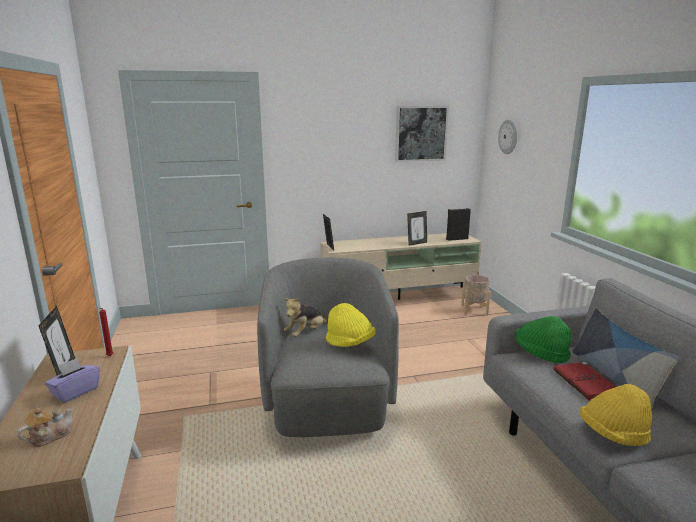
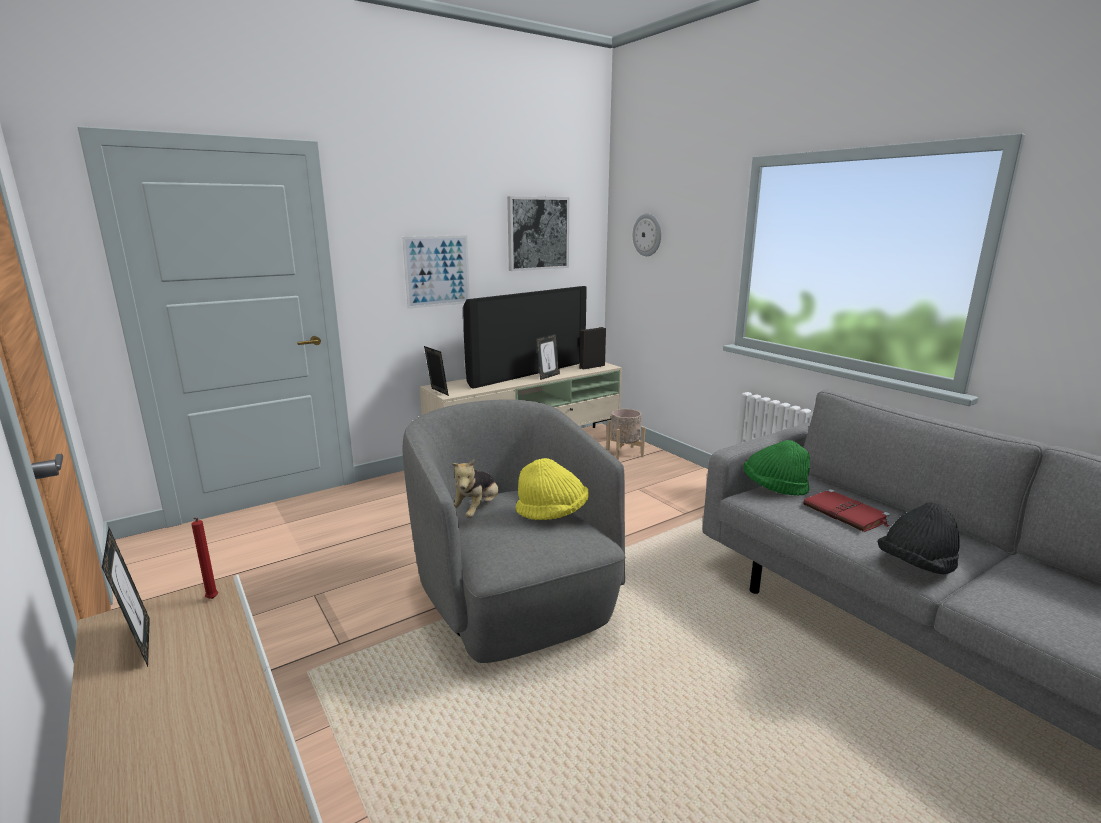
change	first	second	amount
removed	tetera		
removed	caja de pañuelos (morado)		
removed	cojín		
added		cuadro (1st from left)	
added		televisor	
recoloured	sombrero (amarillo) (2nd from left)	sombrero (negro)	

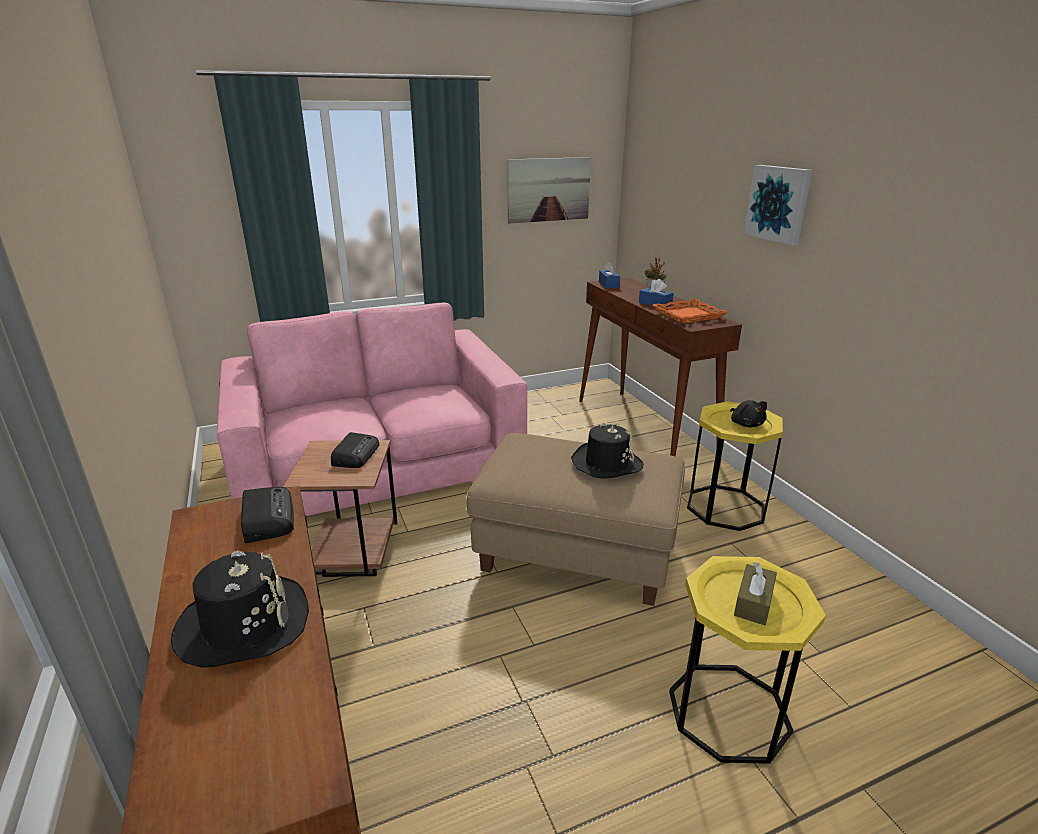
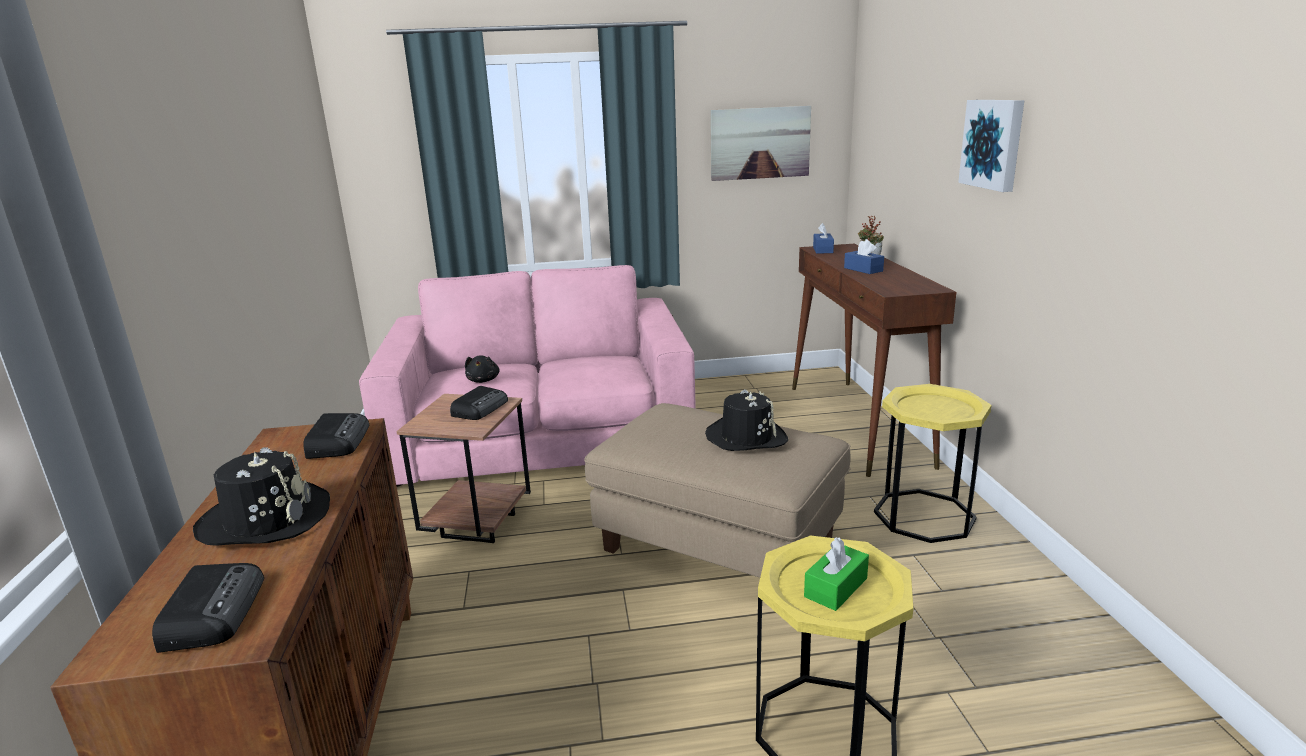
change	first	second	amount
removed	bandeja (naranja)		
added		radio (1st from left)	
moved	peluche (negro)		
recoloured	caja de pañuelos (marrón)	caja de pañuelos (verde)	

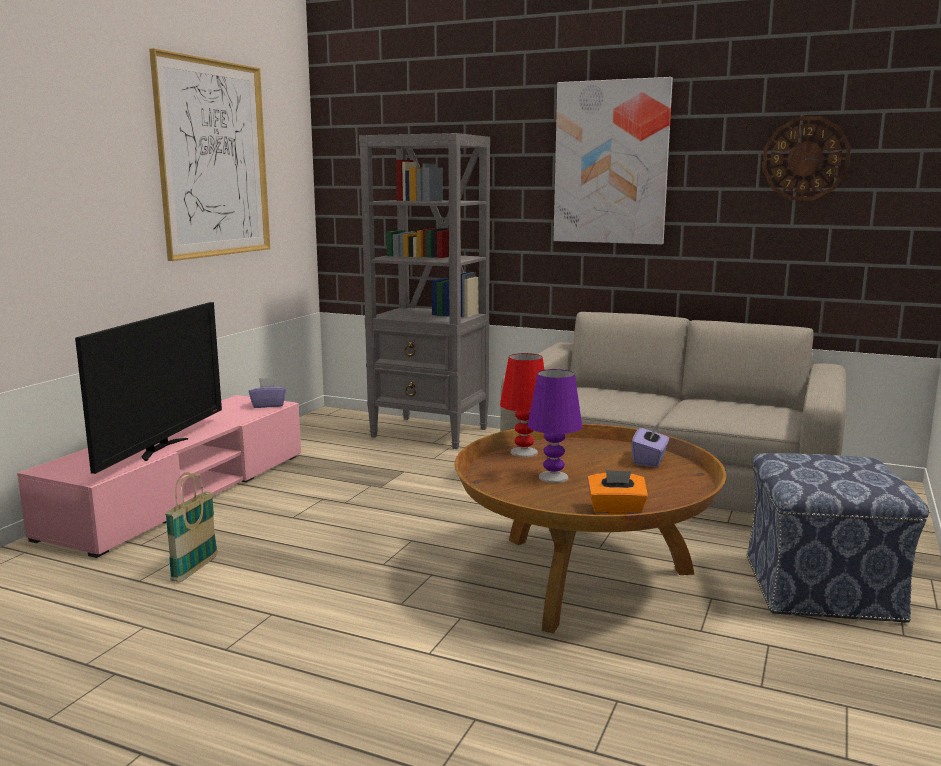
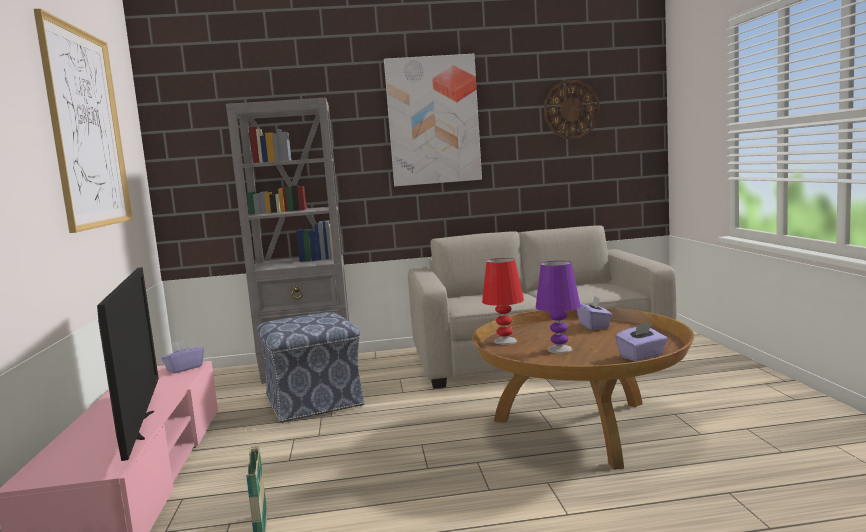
change	first	second	amount
moved	puf		
recoloured	caja de pañuelos (naranja)	caja de pañuelos (morado) (3rd from left)	

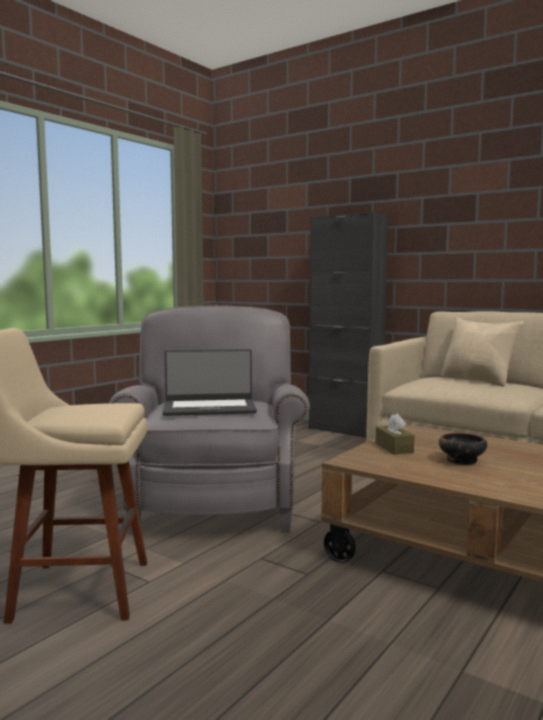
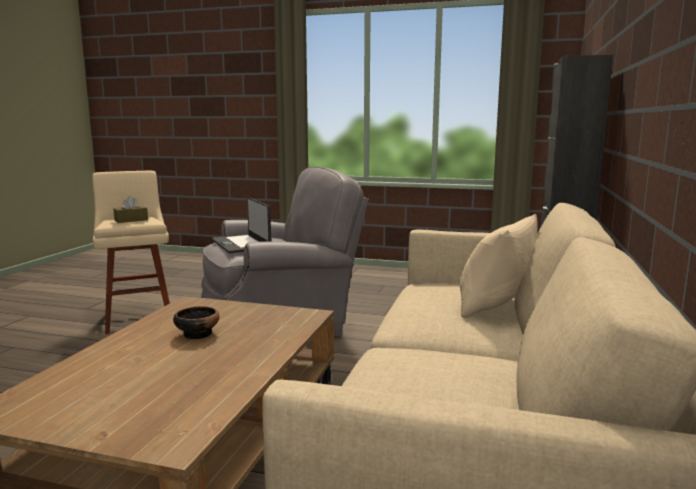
change	first	second	amount
moved	caja de pañuelos (marrón)		

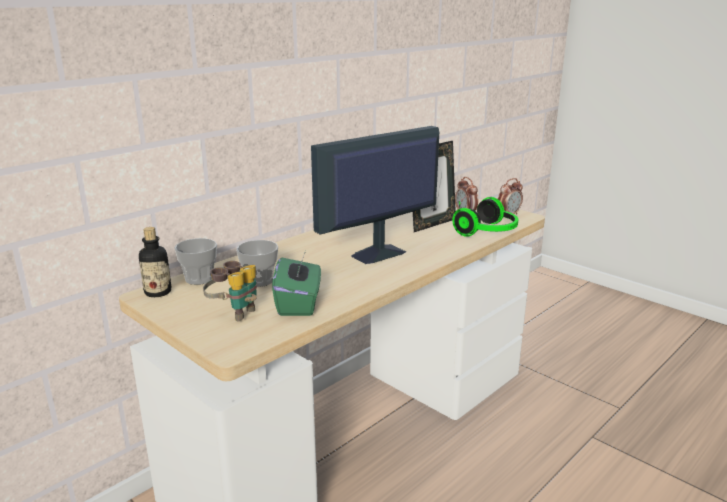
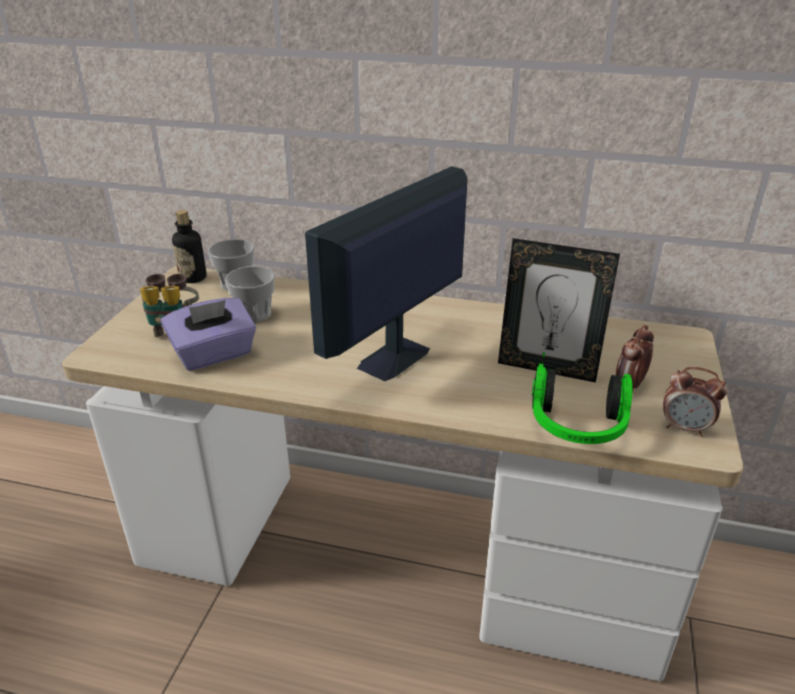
change	first	second	amount
recoloured	caja de pañuelos (verde)	caja de pañuelos (morado)	
turned	monitor		75 degrees counterclockwise

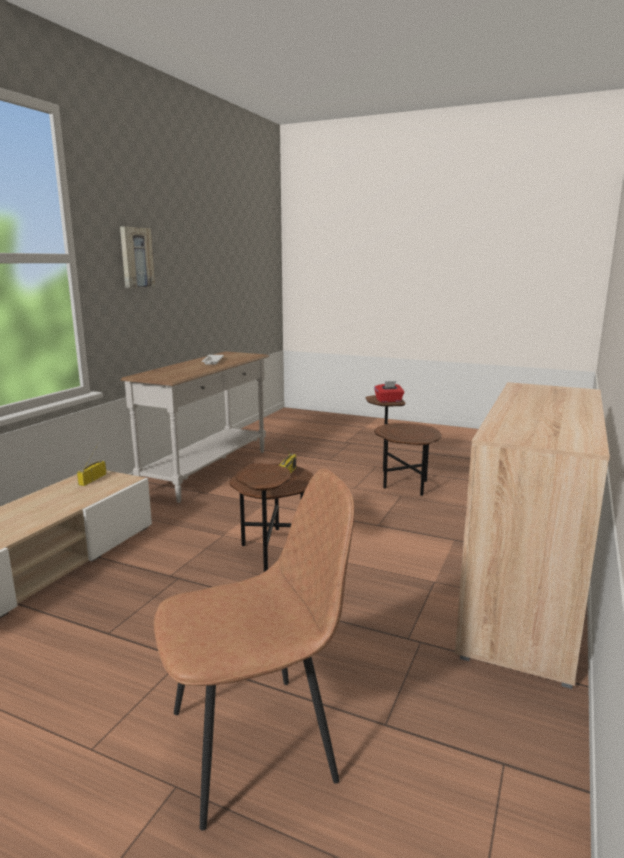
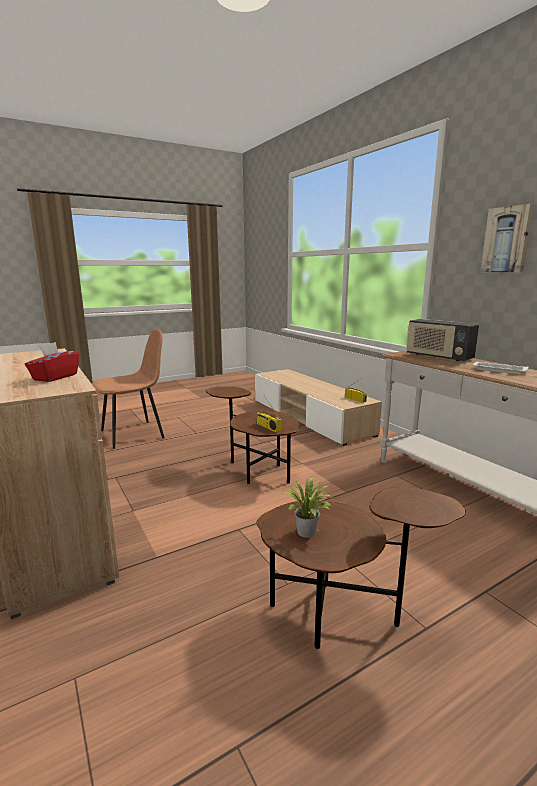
change	first	second	amount
added		planta en maceta	
added		radio (3rd from left)	
moved	caja de pañuelos (rojo)		
turned	silla (marrón)		135 degrees counterclockwise

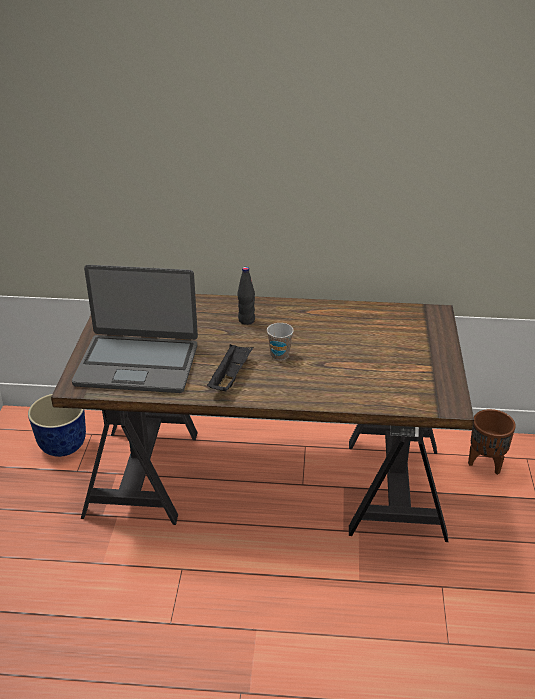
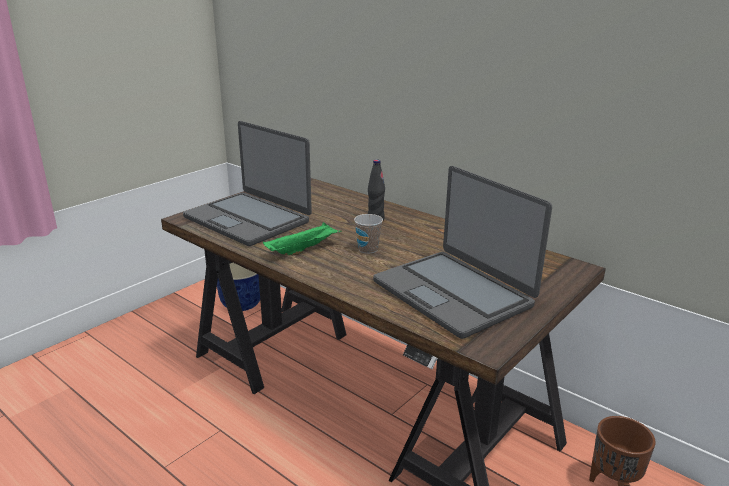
change	first	second	amount
added		portátil (2nd from left)	
recoloured	bandeja (negro)	bandeja (verde)	

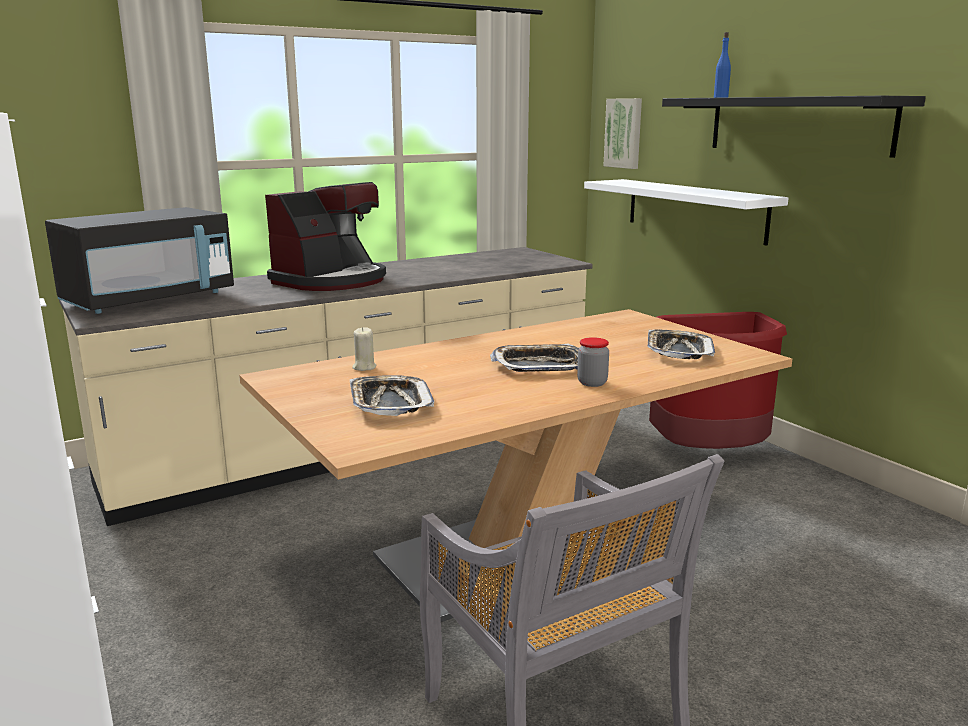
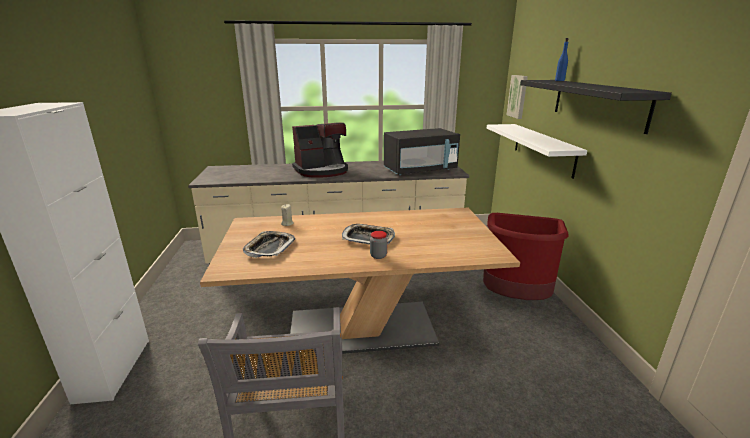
change	first	second	amount
removed	bandeja (3rd from left)		
moved	microondas (negro)		

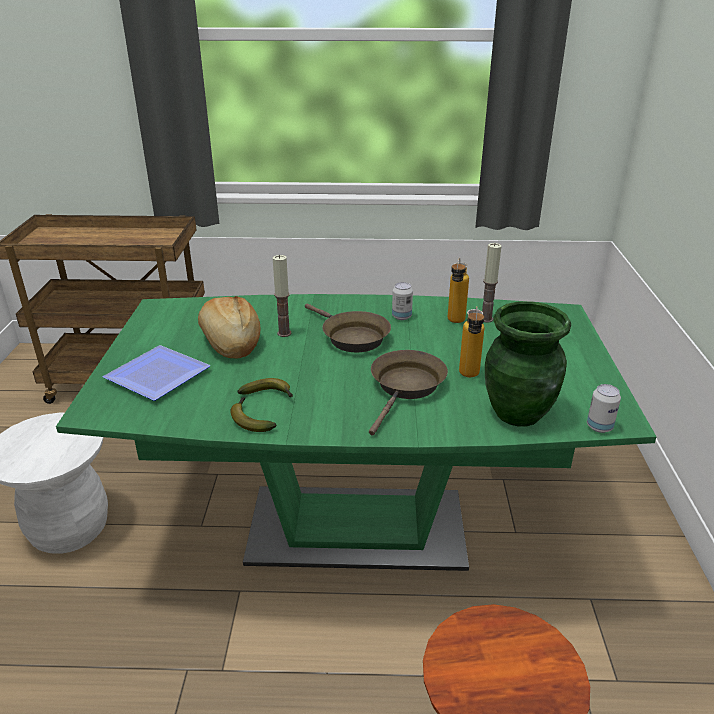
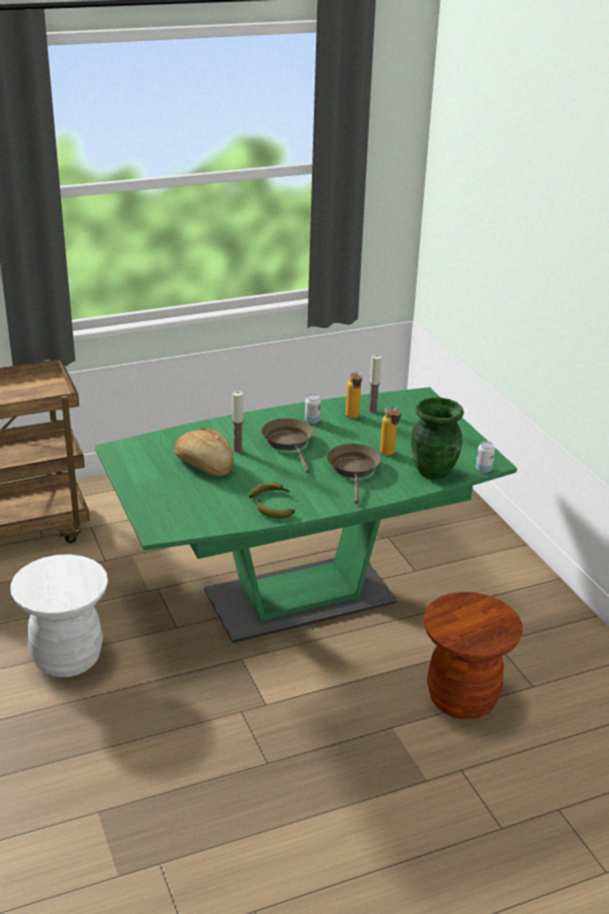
change	first	second	amount
removed	plato		
turned	sartén (marrón) (1st from left)		135 degrees counterclockwise

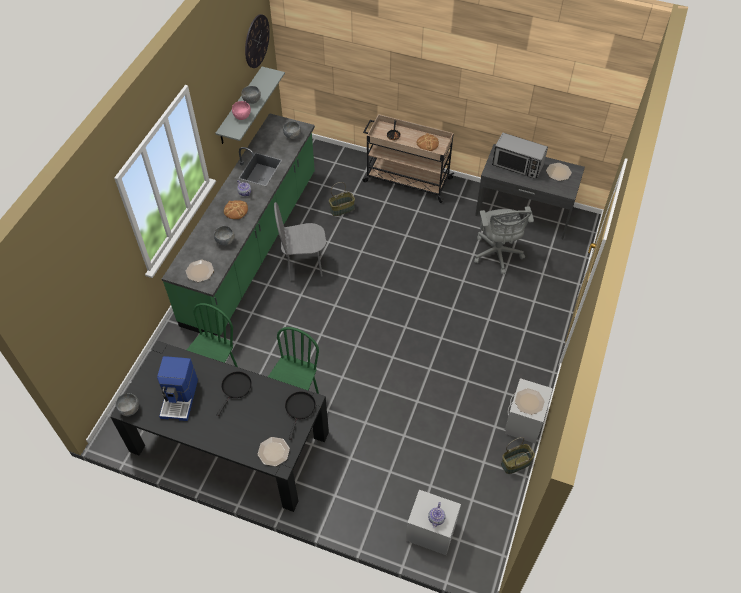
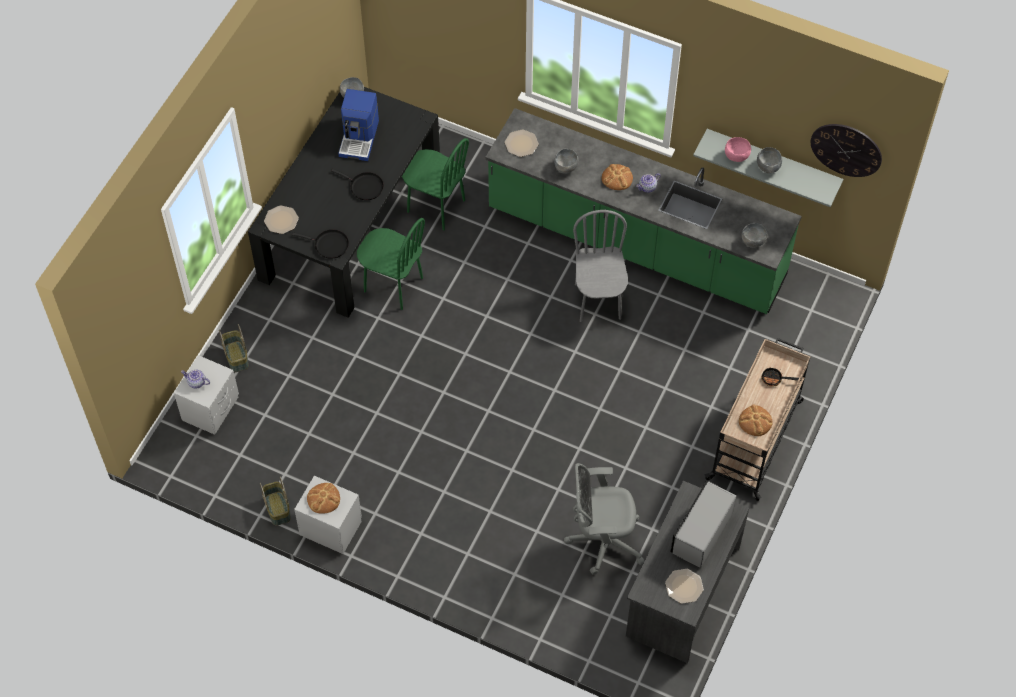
change	first	second	amount
moved	cesta (1st from left)		
replaced	plato (3rd from left)	pan (1st from left)	
turned	cafetera		90 degrees counterclockwise

